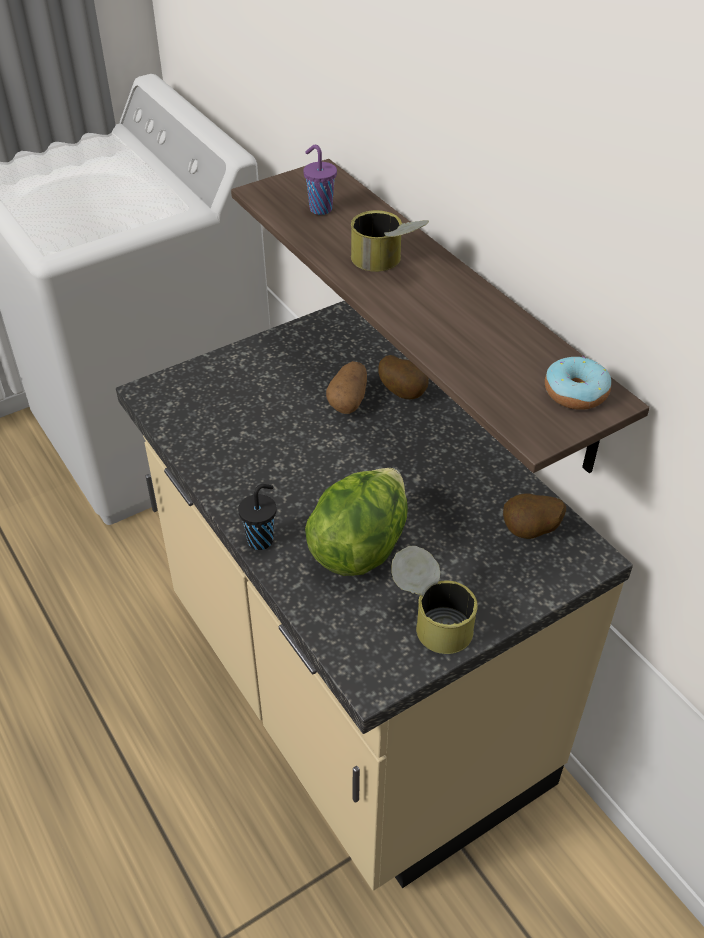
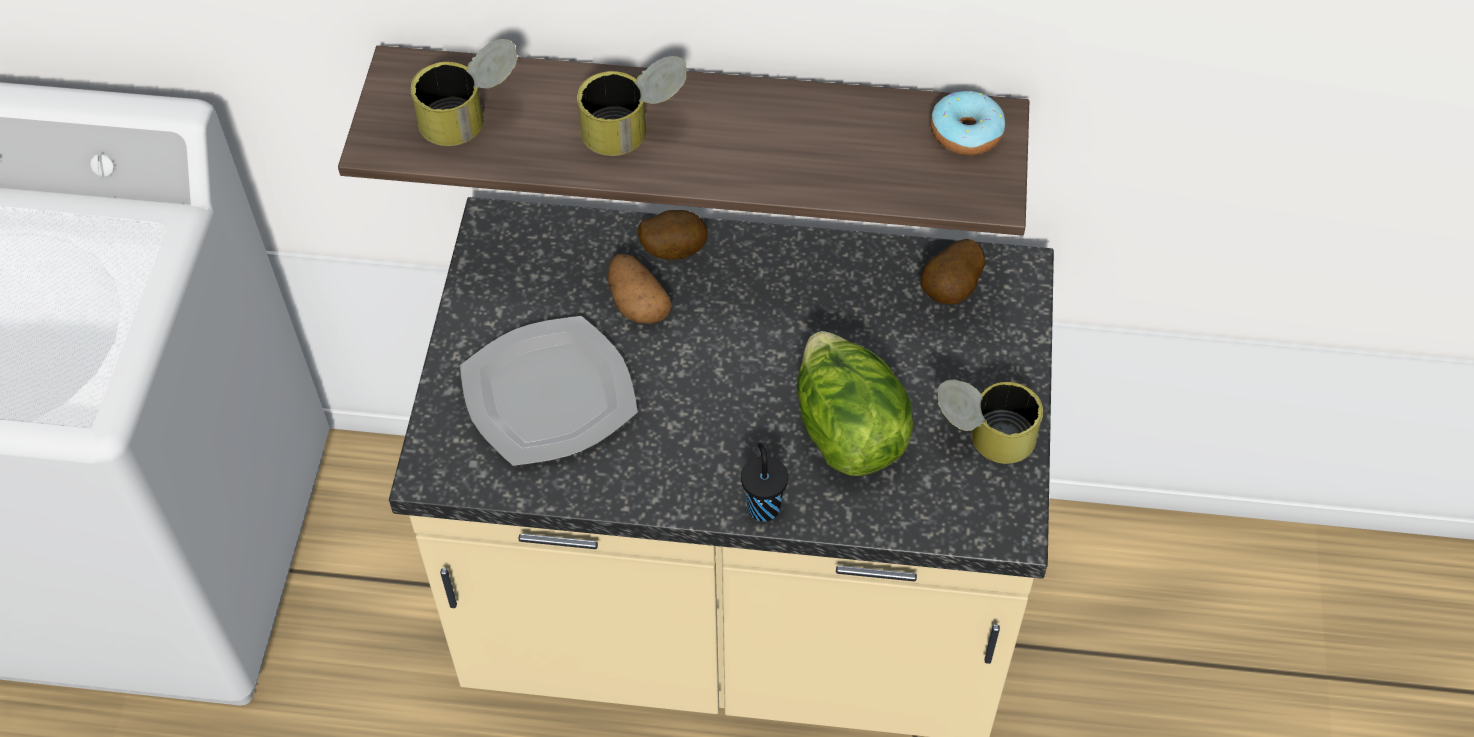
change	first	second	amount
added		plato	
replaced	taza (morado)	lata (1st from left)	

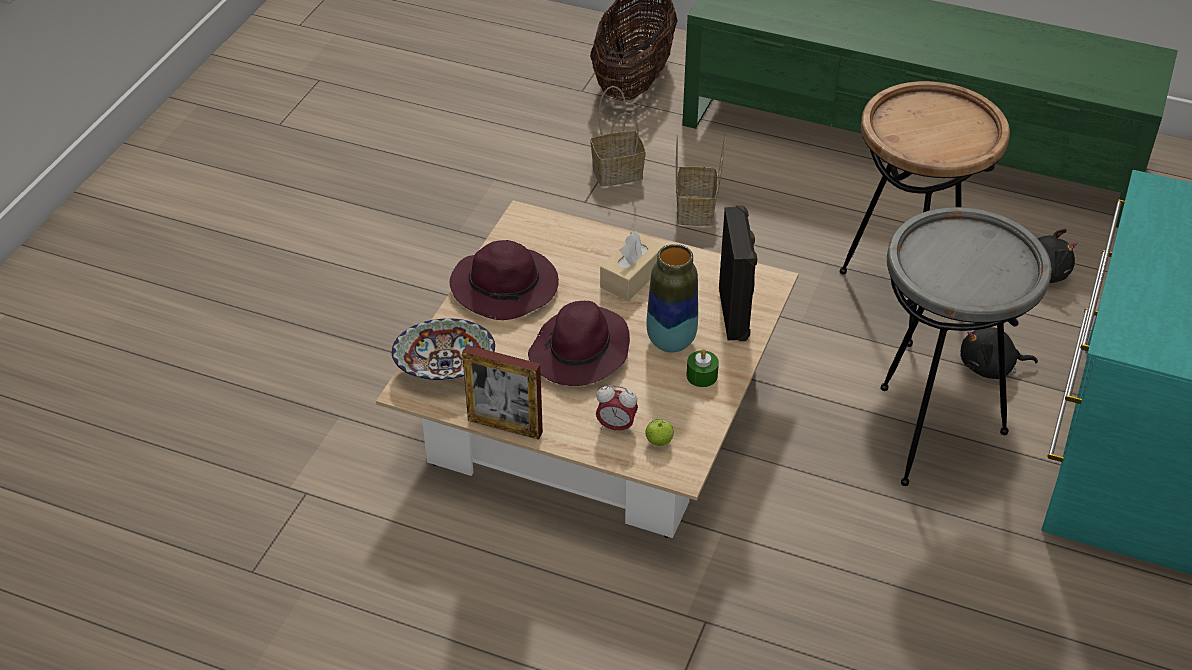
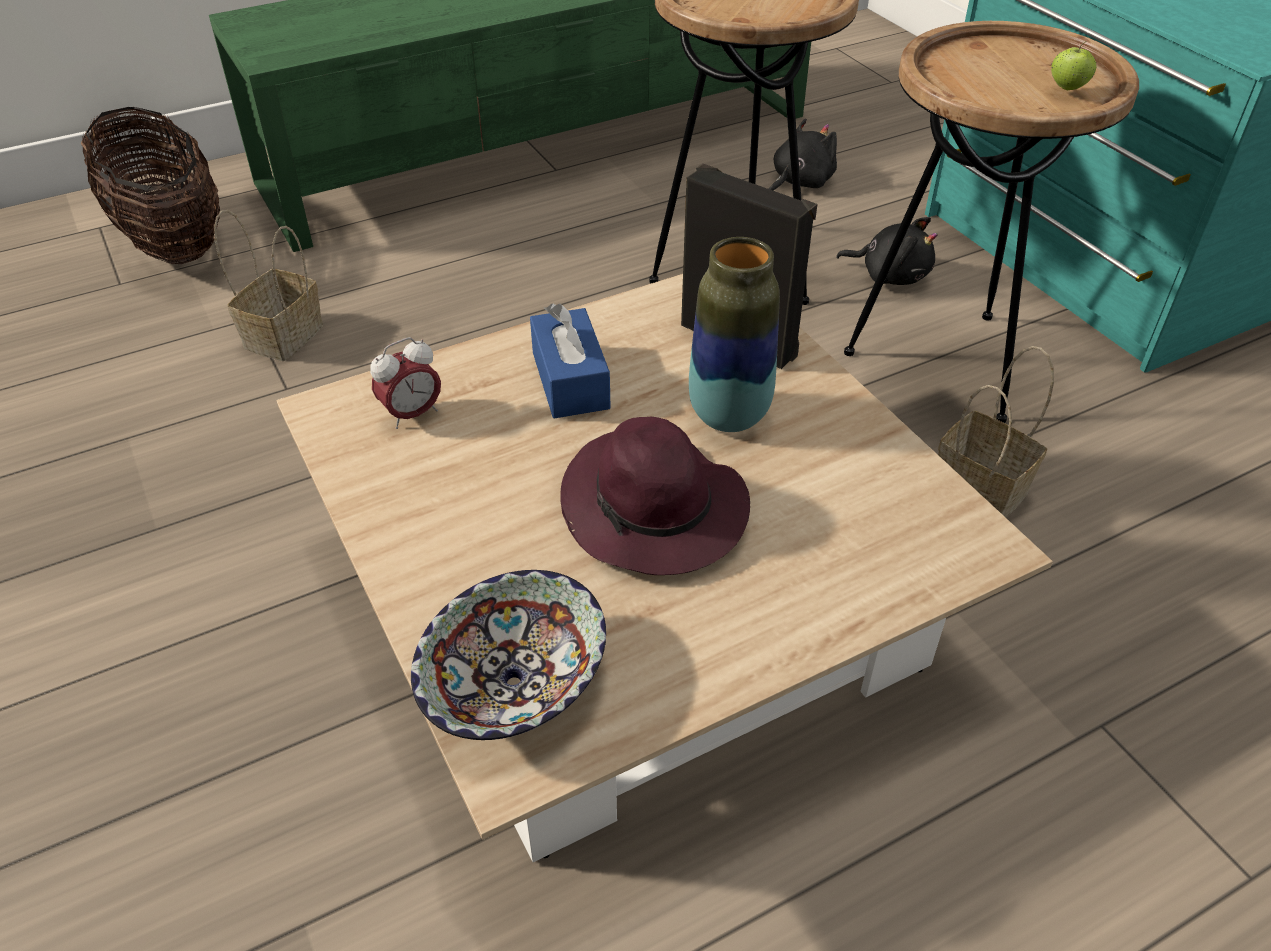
change	first	second	amount
removed	sombrero (morado) (1st from left)		
removed	portarretratos		
removed	vela (verde)		
moved	despertador		
moved	manzana		
moved	cesta (3rd from left)		
recoloured	caja de pañuelos (beis)	caja de pañuelos (azul)	
recoloured	mesa auxiliar (gris)	mesa auxiliar (marrón) (2nd from left)	
turned	peluche (negro) (1st from left in the first image)	peluche (negro) (2nd from left)	105 degrees counterclockwise

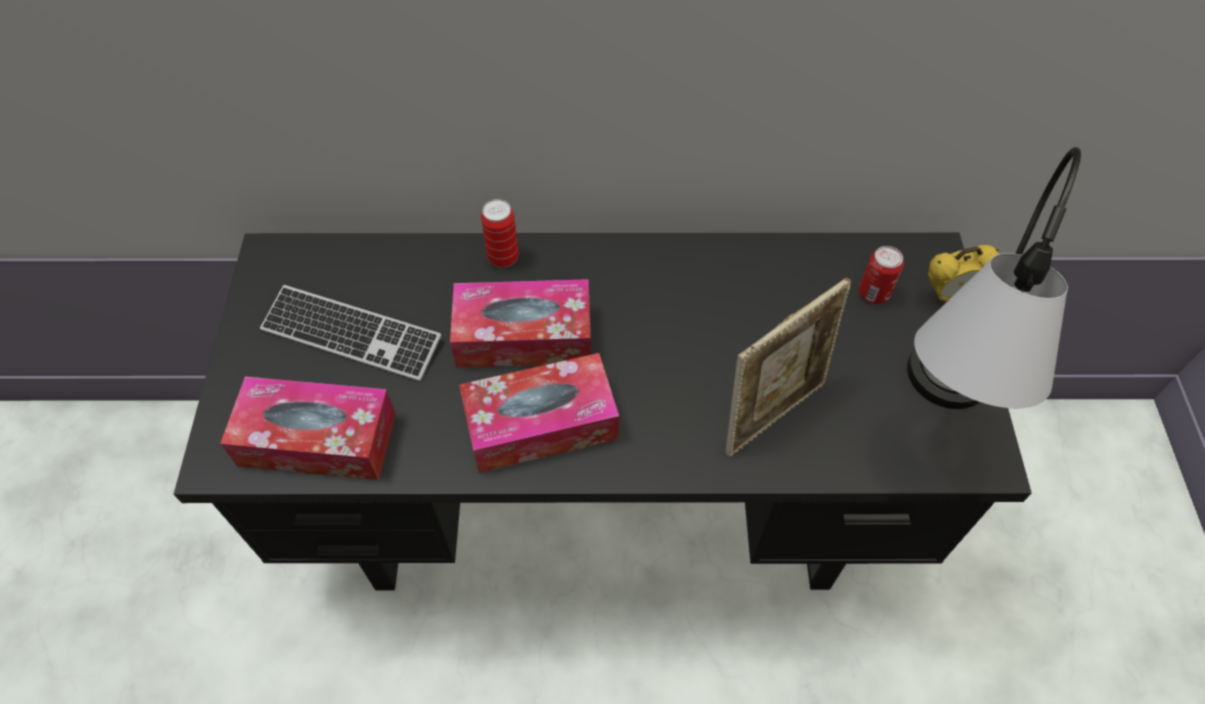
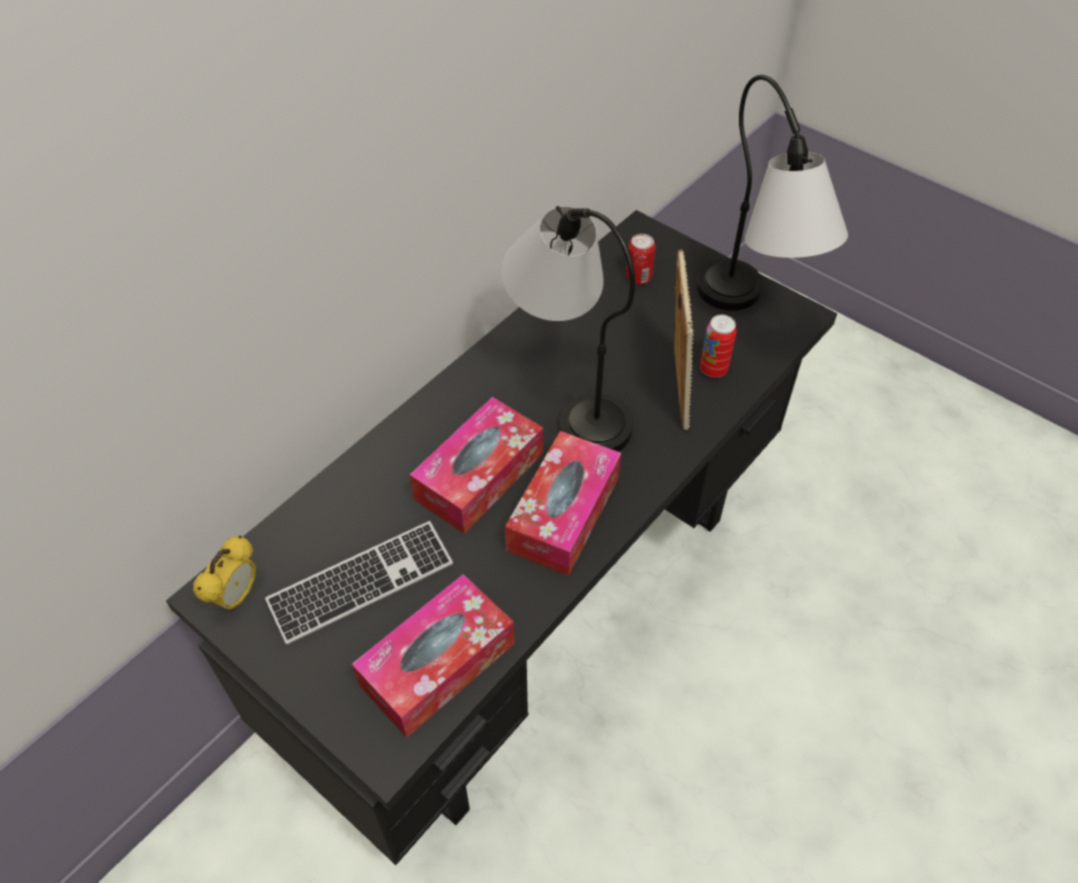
change	first	second	amount
added		lámpara de mesa (1st from left)	
moved	lata (1st from left in the first image)	lata (2nd from left)	
moved	despertador		

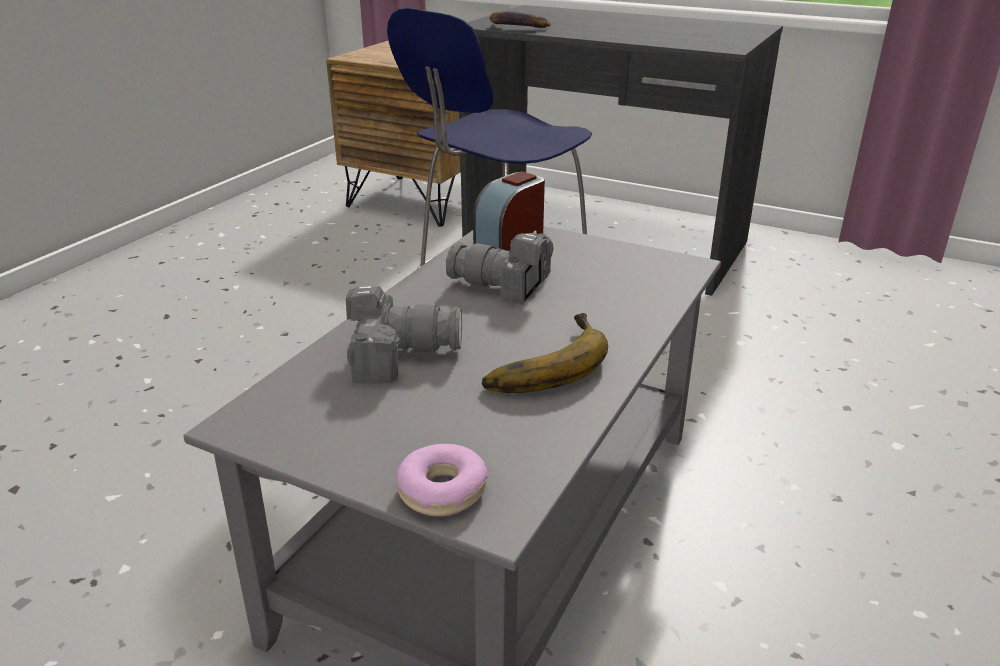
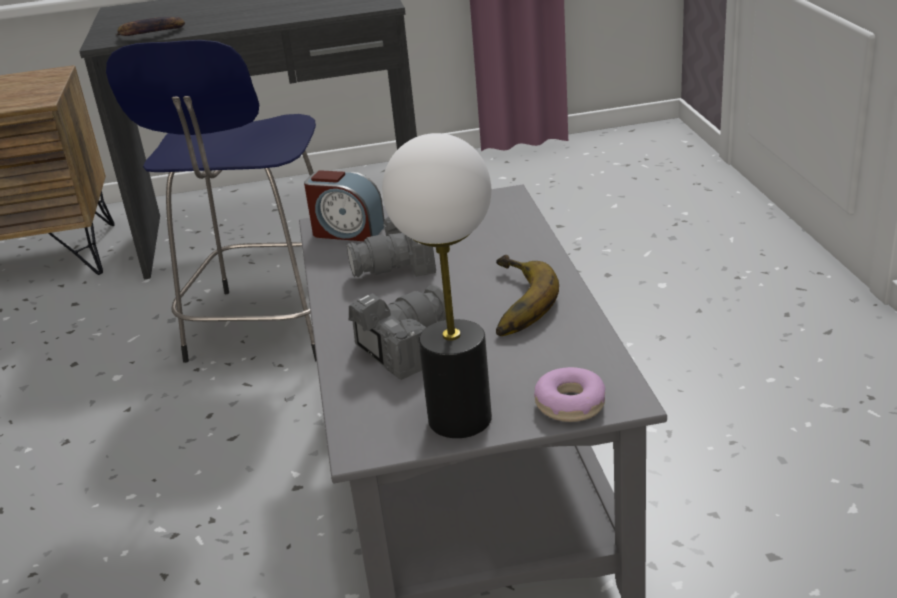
change	first	second	amount
added		lámpara de mesa	
turned	despertador		75 degrees counterclockwise

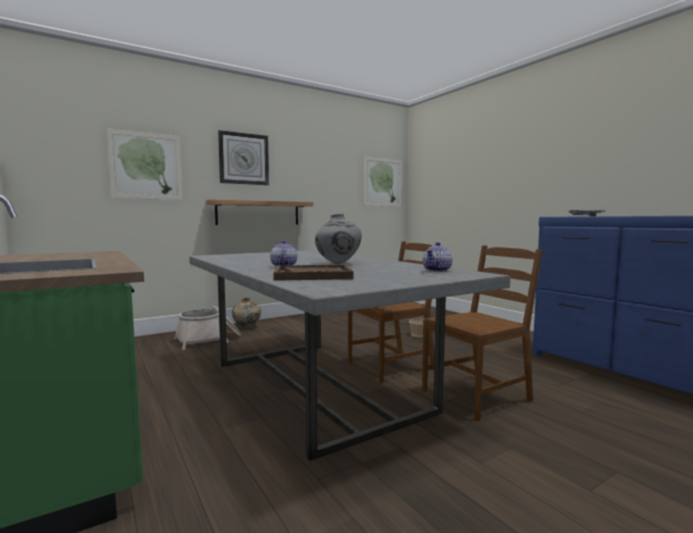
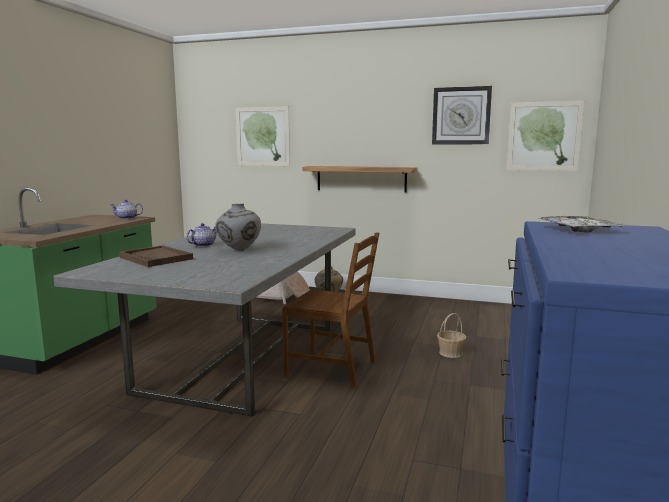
change	first	second	amount
removed	silla (marrón) (2nd from left)		
moved	reloj de pared		
moved	tetera (2nd from left in the first image)	tetera (1st from left)	

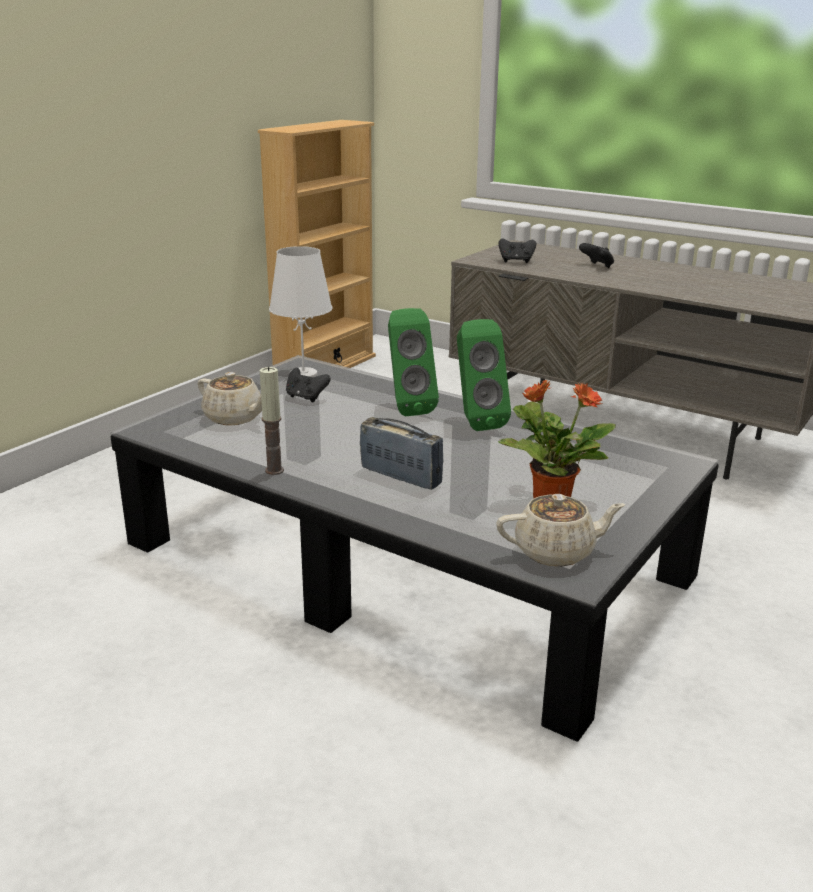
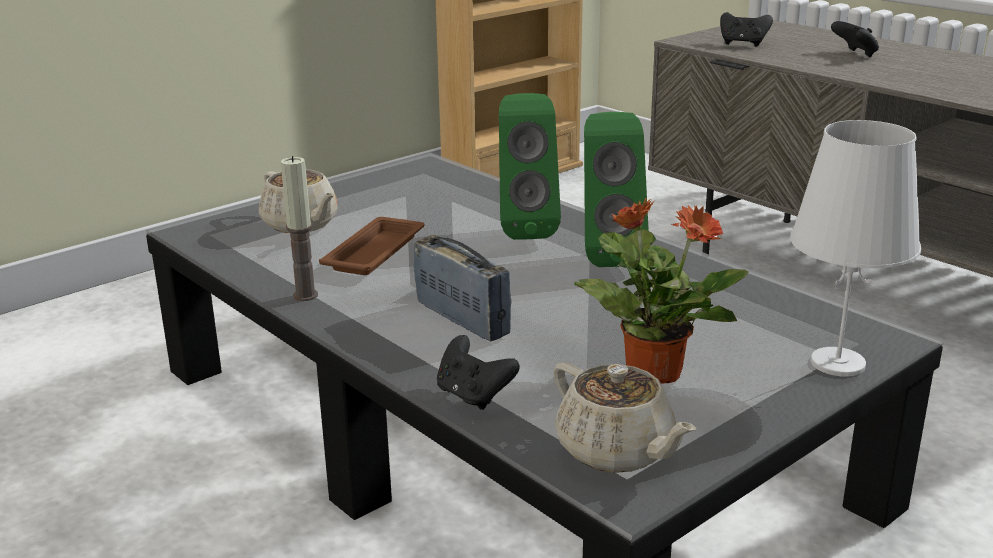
change	first	second	amount
added		bandeja (marrón)	
moved	lámpara de mesa (blanco)		
moved	mando de consola (negro) (1st from left)		
turned	tetera (beis) (2nd from left)		45 degrees clockwise

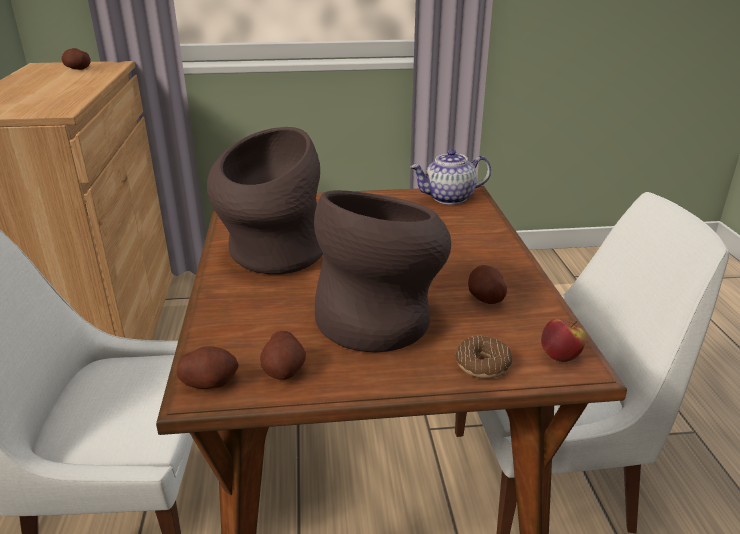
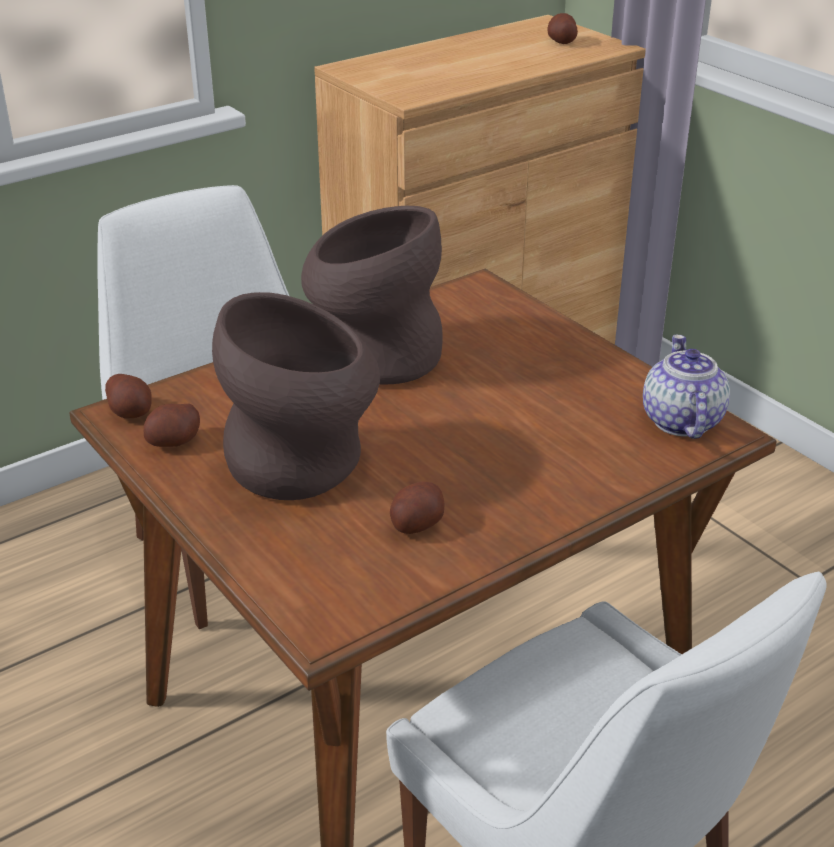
change	first	second	amount
removed	rosquilla		
removed	manzana		
turned	tetera		45 degrees clockwise

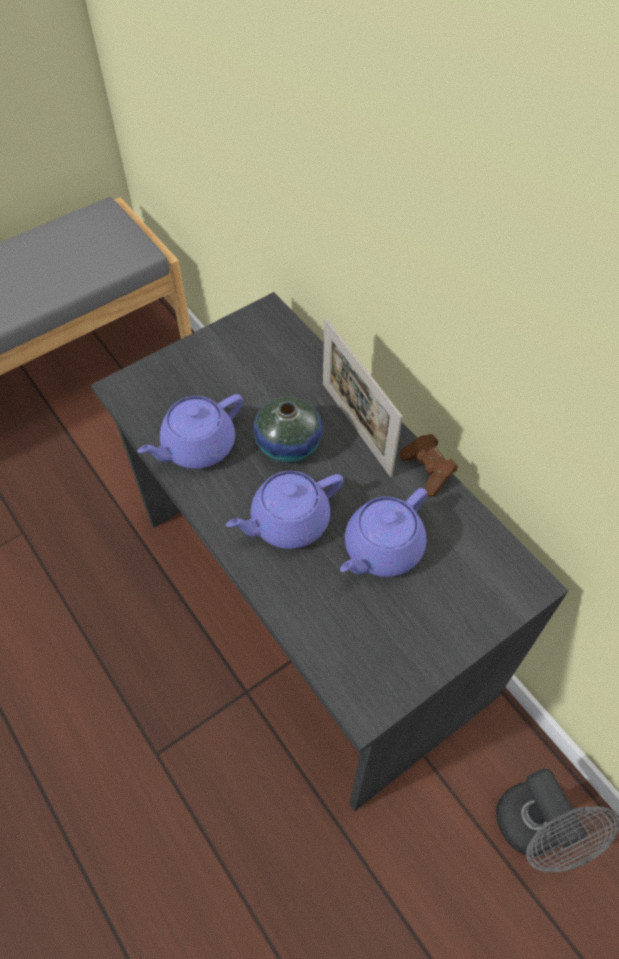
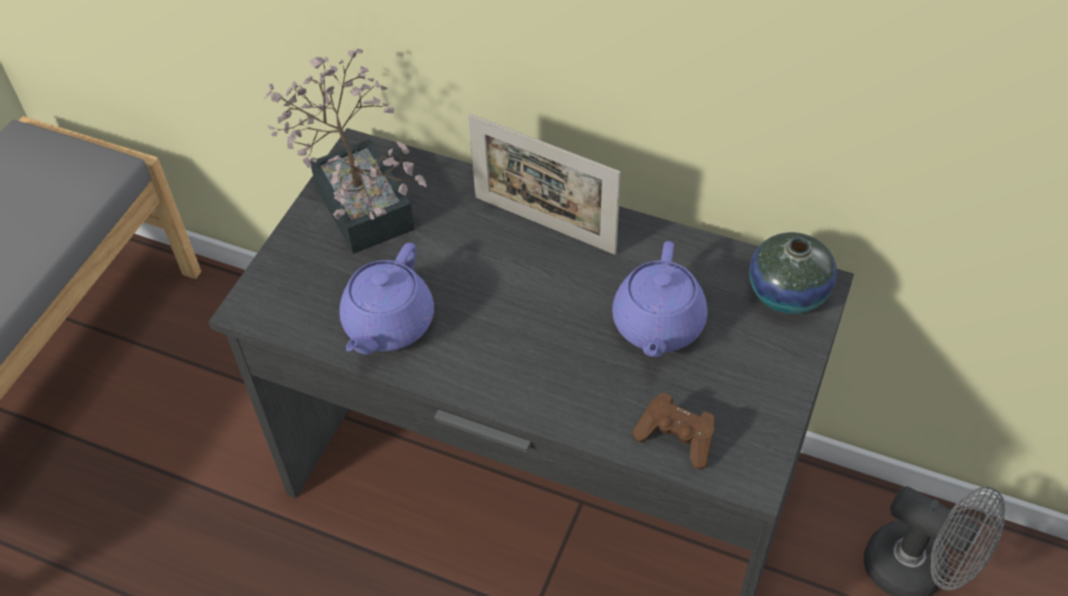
change	first	second	amount
removed	tetera (morado) (2nd from left)		
added		planta en maceta	
moved	florero		
moved	mando de consola (marrón)		

